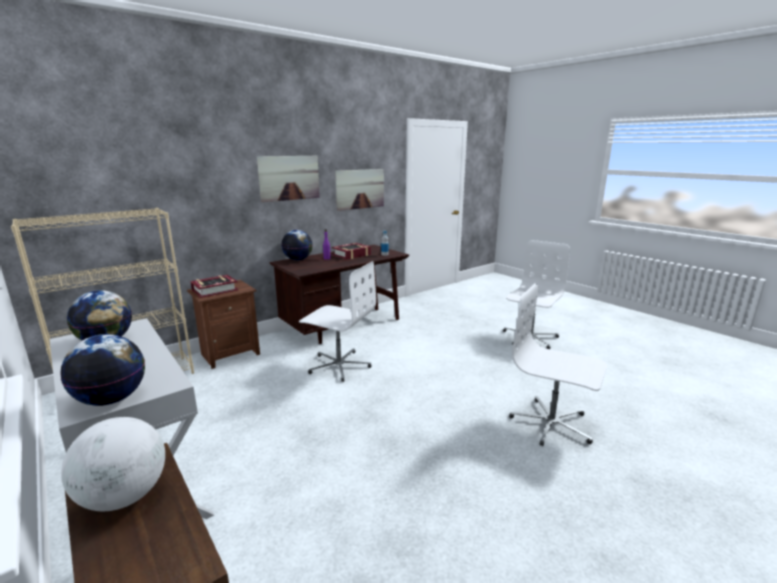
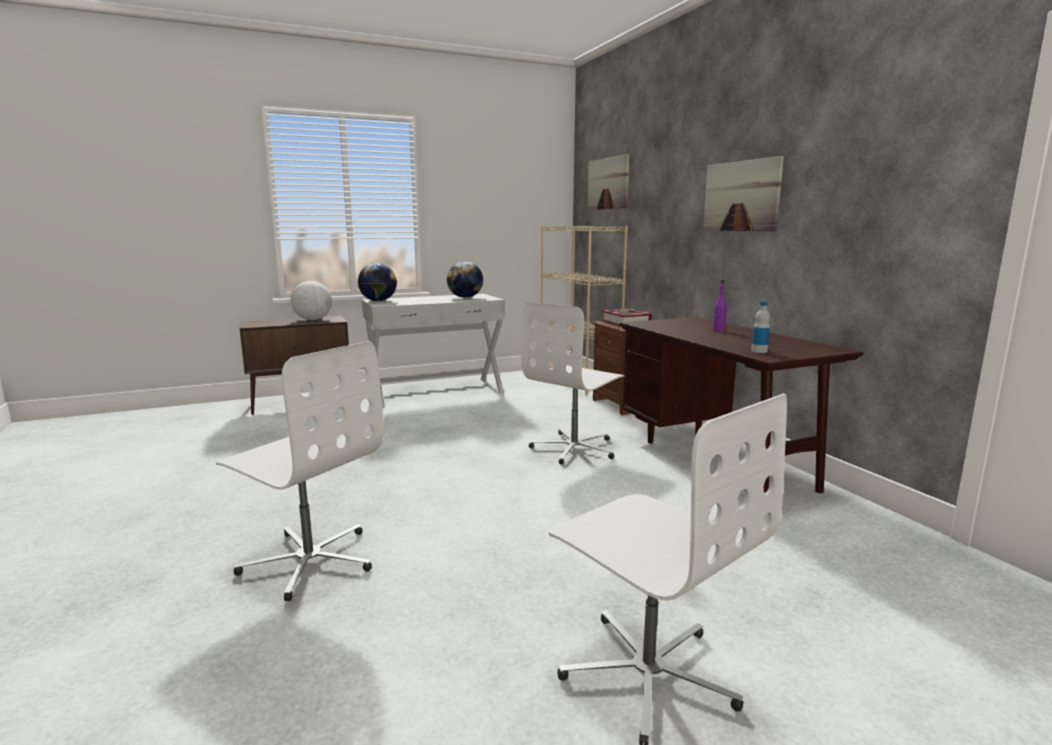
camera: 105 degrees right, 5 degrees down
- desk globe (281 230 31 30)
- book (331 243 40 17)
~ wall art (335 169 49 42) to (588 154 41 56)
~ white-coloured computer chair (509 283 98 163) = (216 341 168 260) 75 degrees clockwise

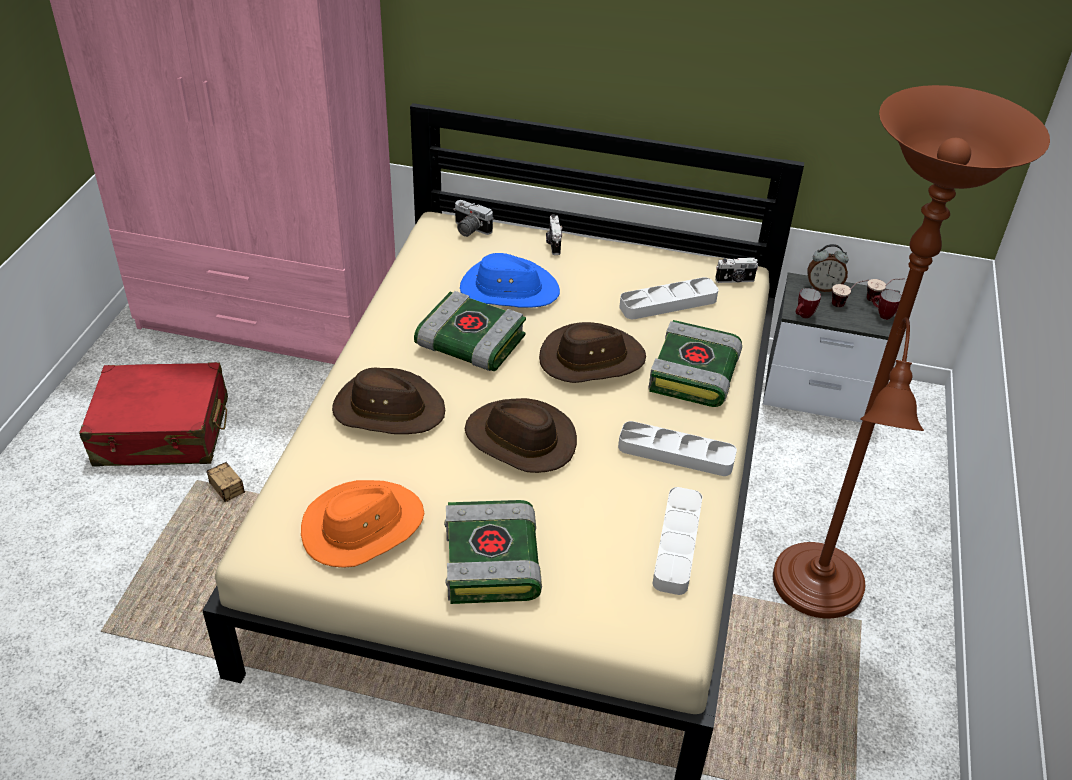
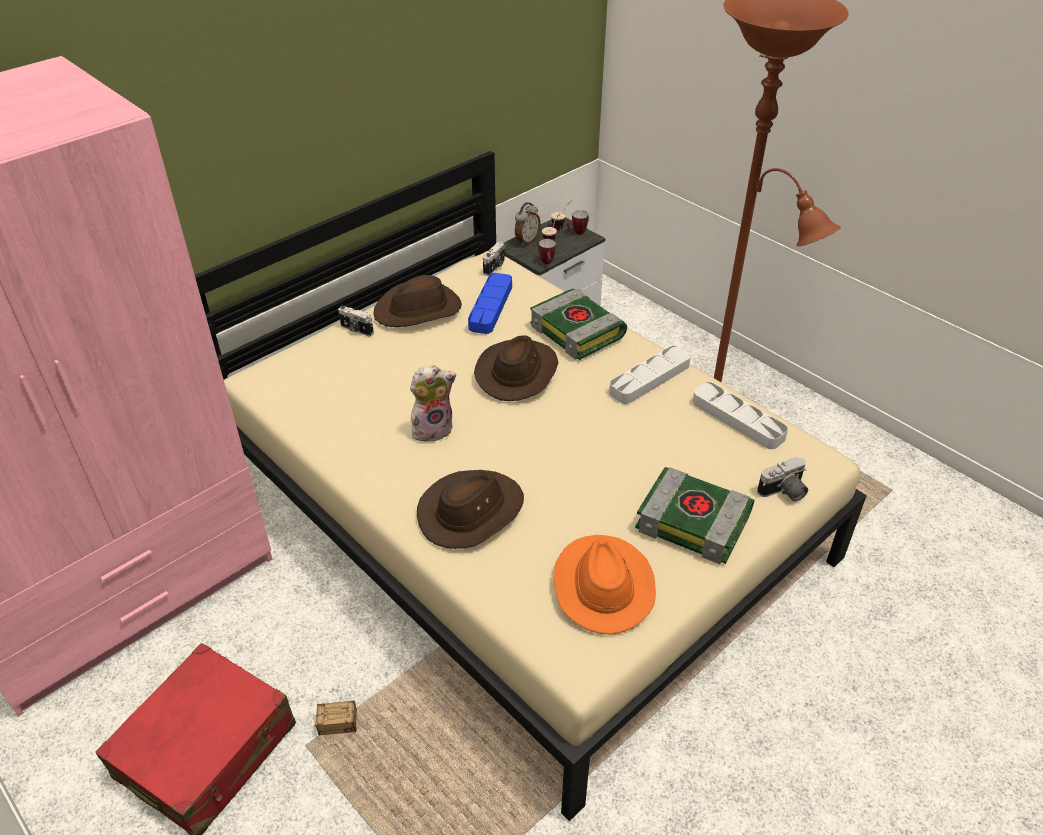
camera: 55 degrees left, 0 degrees up
- blue-coloured clothing hat (460 253 100 55)
~ photo camera (453 200 40 37) to (757 456 51 46)
~ brown-coloured clothing hat (464 398 113 75) to (373 275 89 52)
~ book (414 291 112 80) to plush toy (410 365 46 77)
~ greyish tray (619 277 99 42) to blue-coloured tray (468 273 44 61)

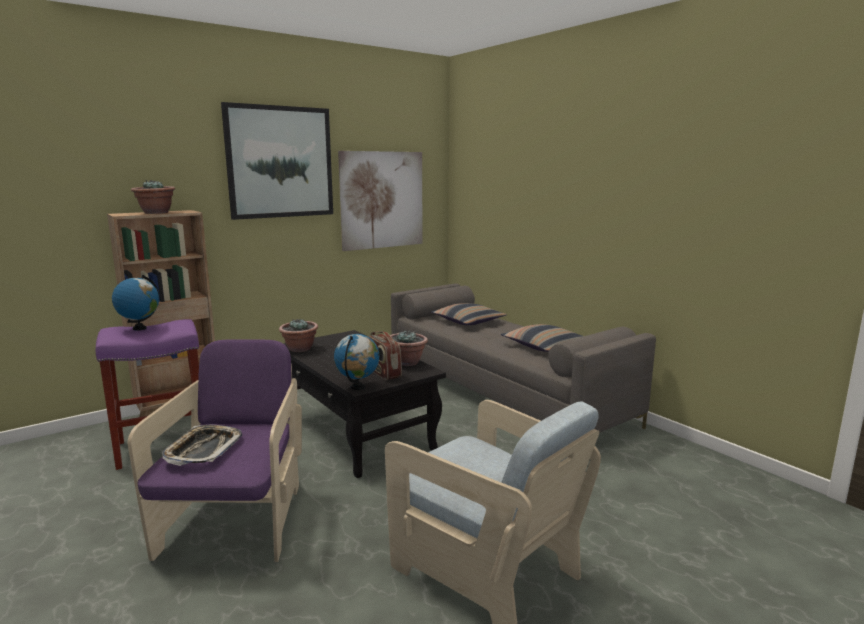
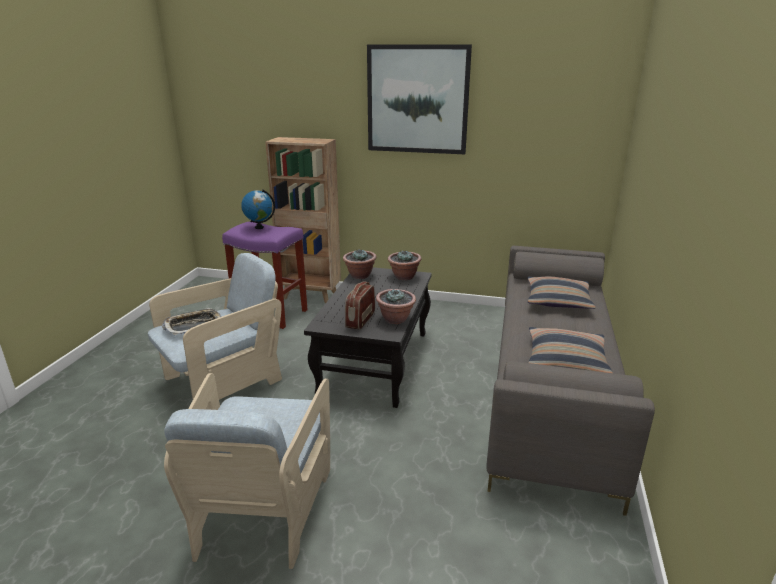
camera: 50 degrees right, 10 degrees up
- desk globe (334 334 46 56)
- wall art (338 151 85 100)
~ potted plant (131 180 44 34) to (388 250 34 30)
~ purple armchair (128 339 174 223) to beige armchair (148 253 134 157)

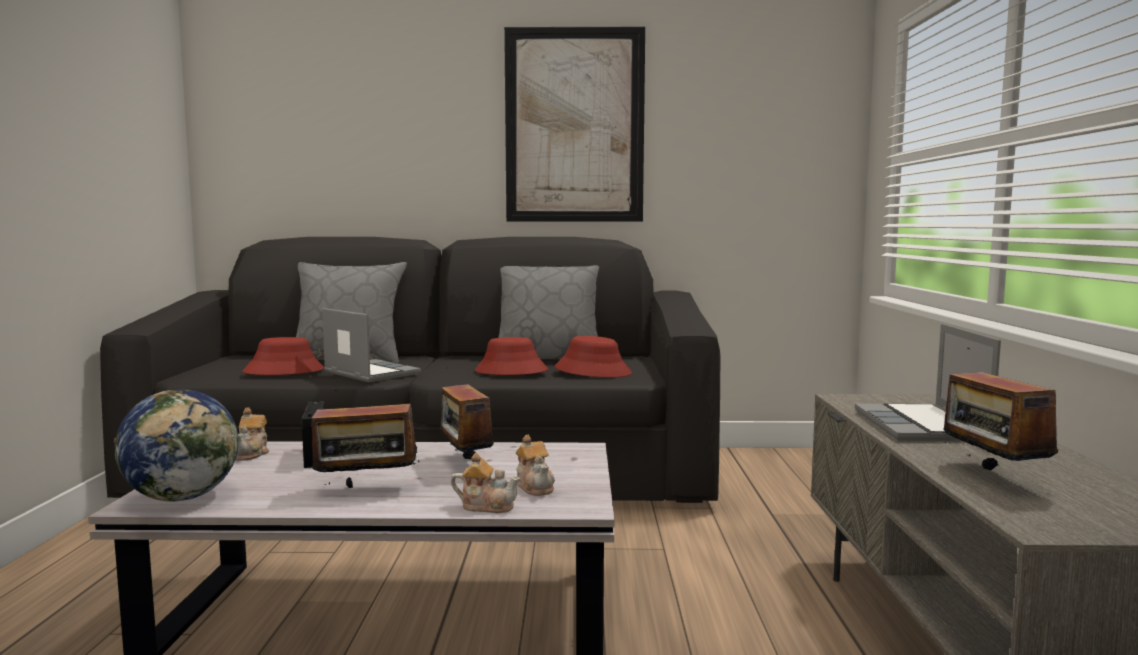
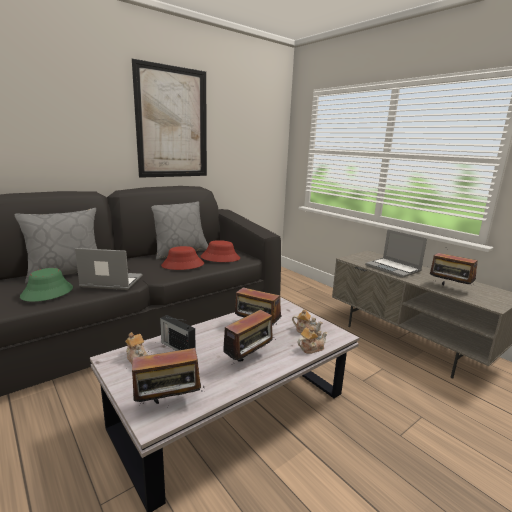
camera: 40 degrees left, 10 degrees up
~ desk globe (114 389 125 112) to radio (126 348 78 56)
~ reddish clothing hat (242 337 82 38) to green clothing hat (20 268 53 34)

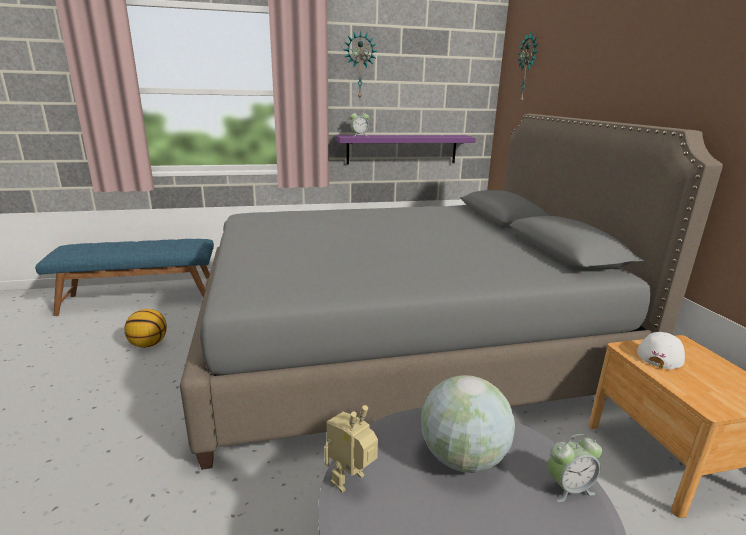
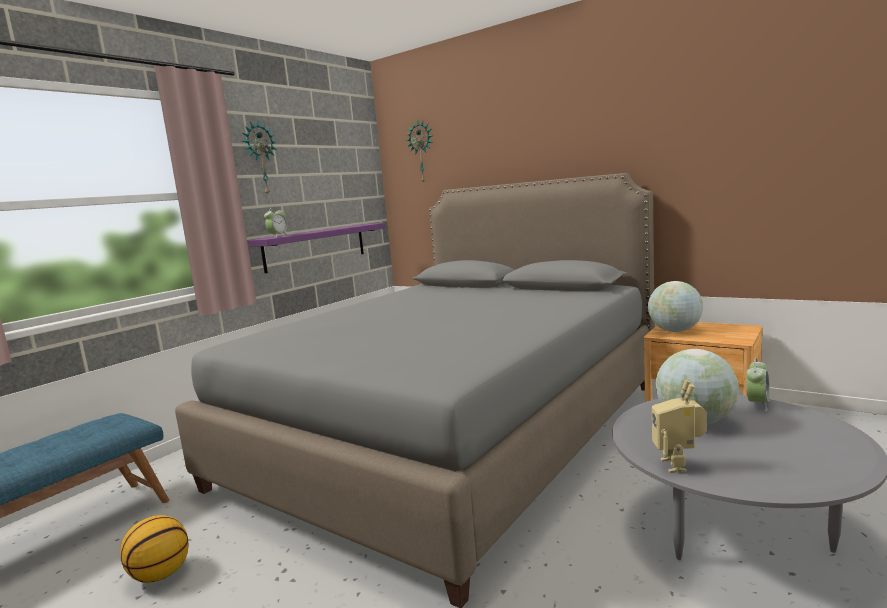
camera: 40 degrees left, 10 degrees down
~ white-coloured baseball cap (637 332 48 38) to desk globe (648 281 55 51)

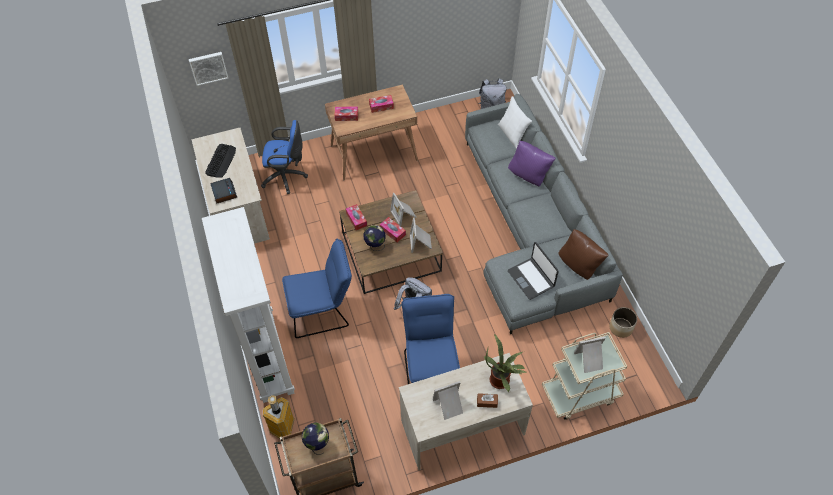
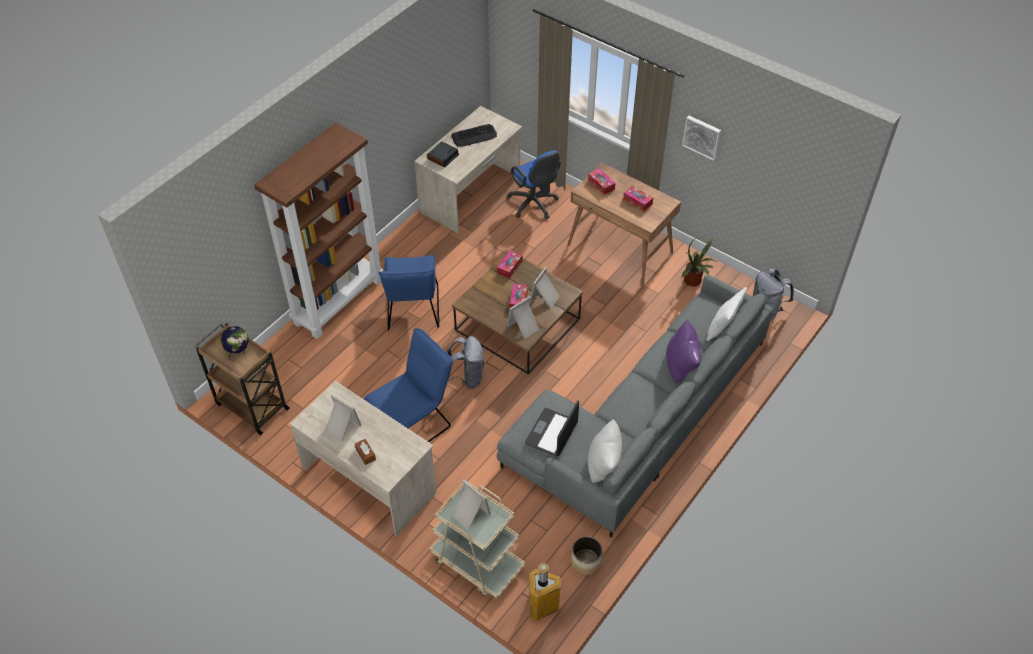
camera: 55 degrees right, 5 degrees down
- desk globe (364 225 22 26)
~ wall art (189 52 39 34) to (682 116 39 45)
~ waste bin (263 395 32 44) to (529 563 32 58)
~ potted plant (484 334 44 59) to (681 237 36 50)
~ white-coloured shelving unit (202 207 93 196) to brown-coloured shelving unit (254 123 129 216)
~ brown-coloured throw pillow (558 229 51 51) to white-coloured throw pillow (588 419 34 64)
~ blue-coloured plain chair (282 239 70 99) = (379 255 61 75) 45 degrees clockwise

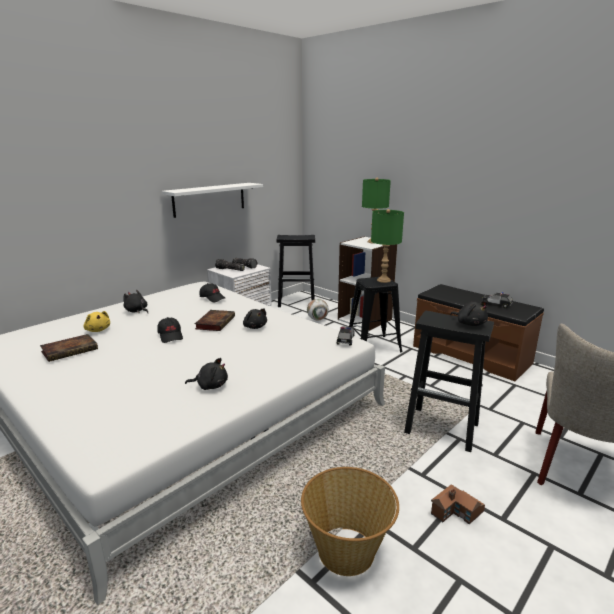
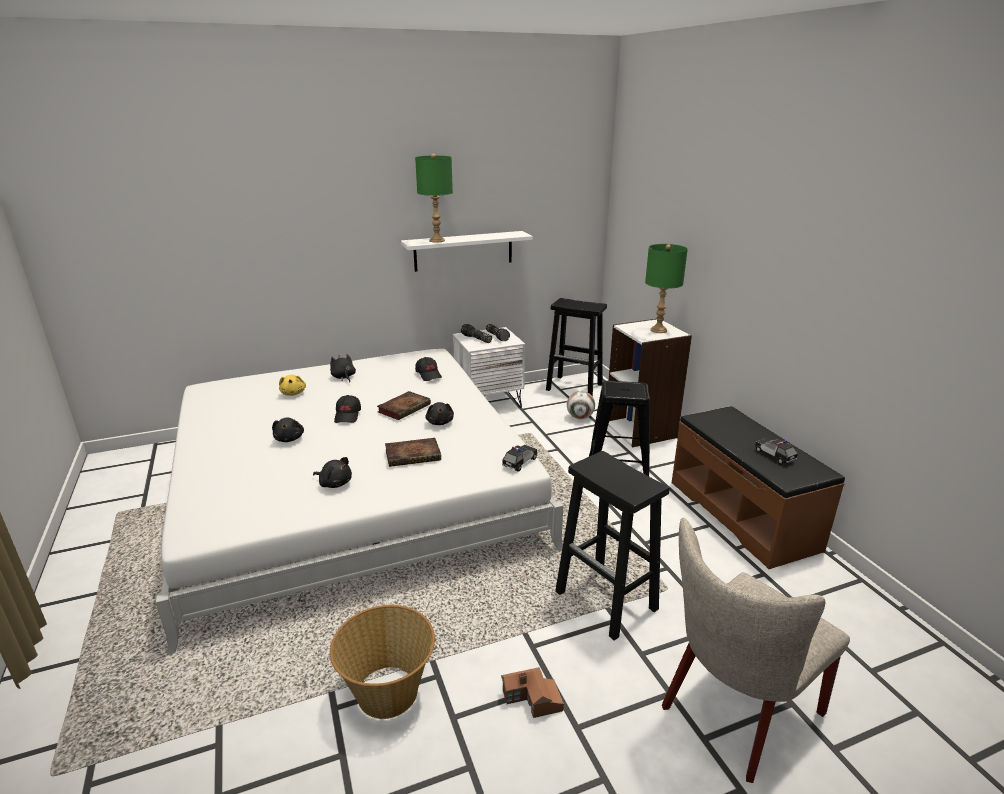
camera: 25 degrees right, 5 degrees up
~ book (40 334 58 28) to (385 438 56 29)
~ green tabletop lamp (371 209 33 74) to (415 154 38 89)
~ black-coloured plush toy (450 301 38 25) to (272 418 32 24)

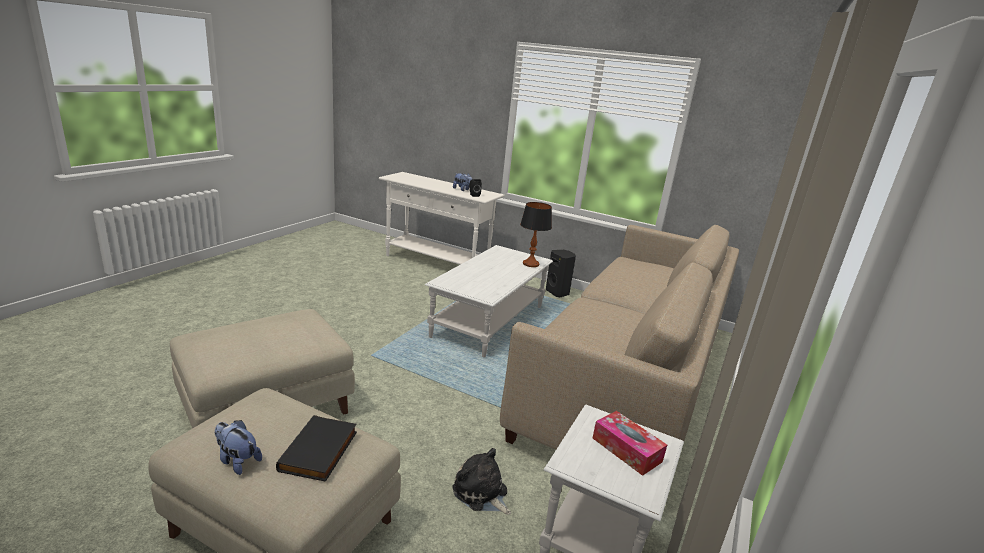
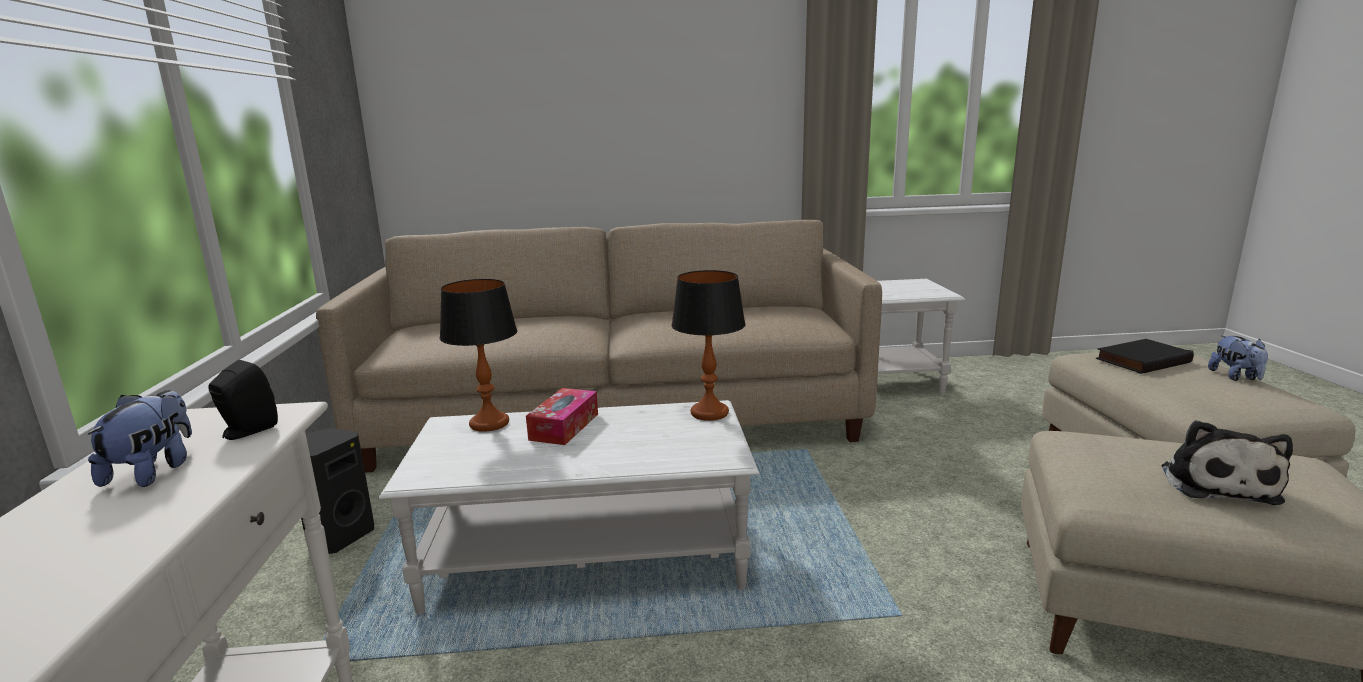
camera: 120 degrees left, 5 degrees down
+ tabletop lamp (671 270 75 151)
~ plush toy (452 448 59 67) to (1161 420 132 85)
~ box of tissues (593 411 74 65) to (526 388 72 57)

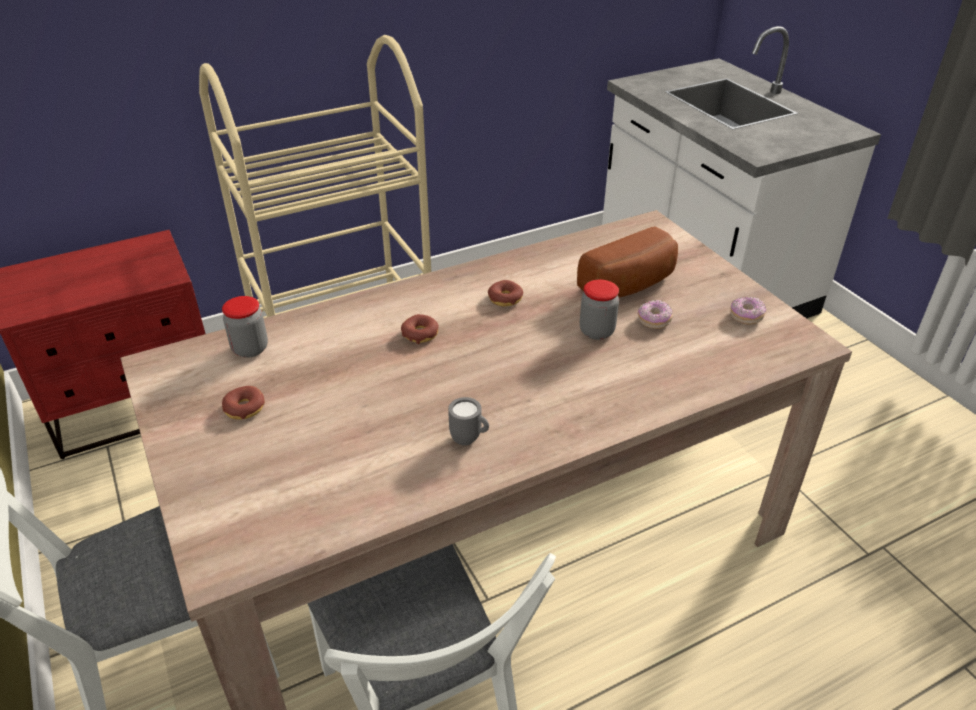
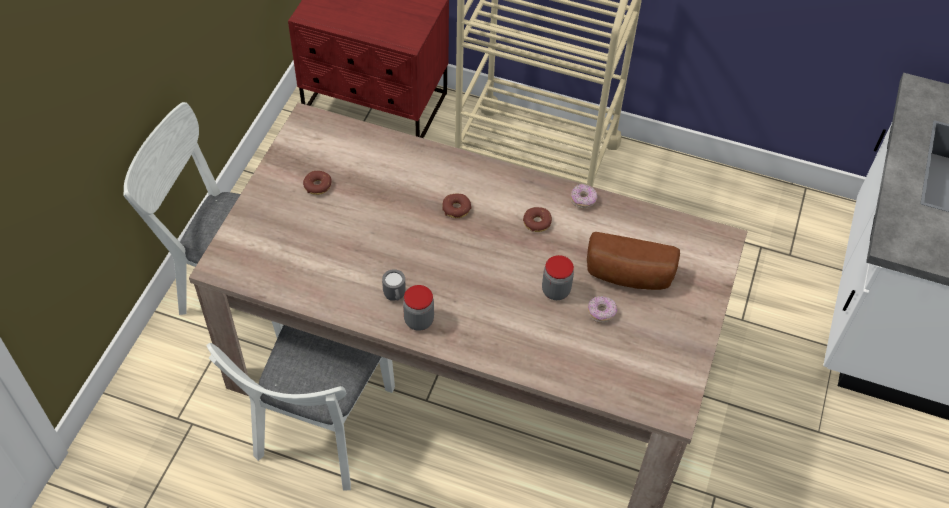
camera: 45 degrees right, 15 degrees up
~ jar (222 296 46 62) to (403 285 31 46)
~ donut (730 297 36 28) to (571 184 26 24)

